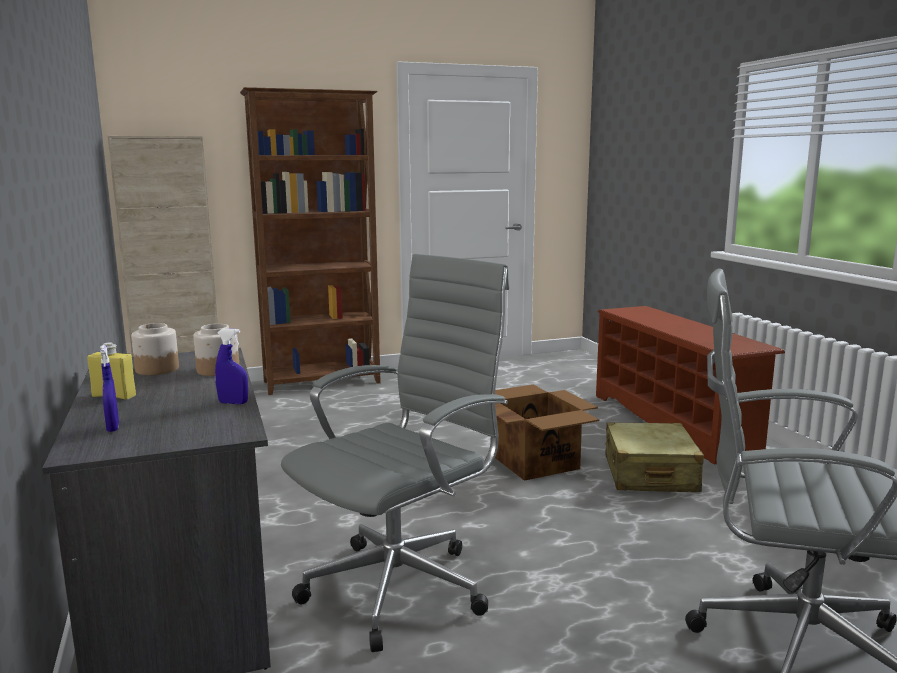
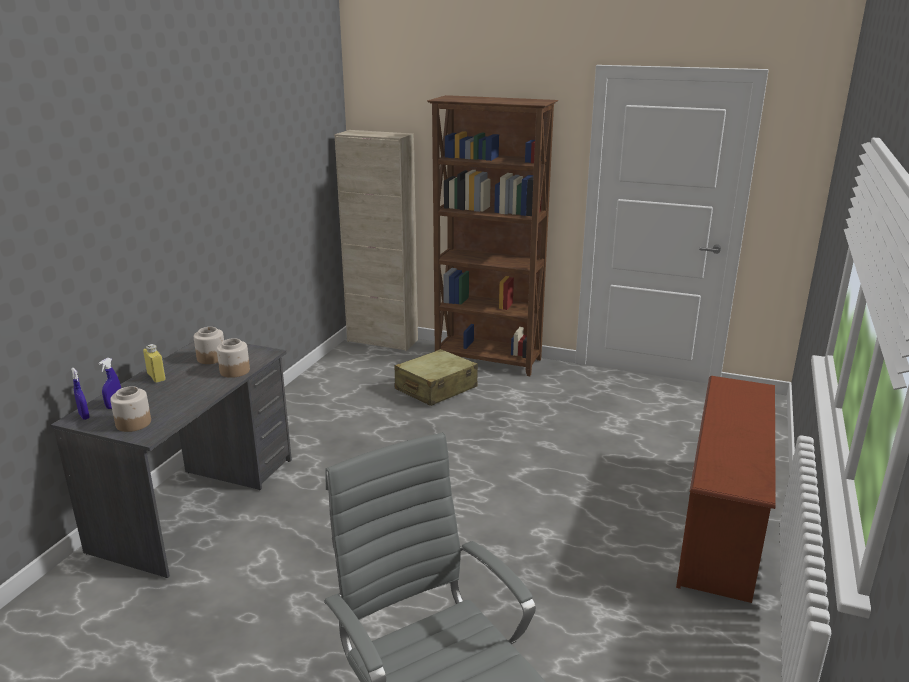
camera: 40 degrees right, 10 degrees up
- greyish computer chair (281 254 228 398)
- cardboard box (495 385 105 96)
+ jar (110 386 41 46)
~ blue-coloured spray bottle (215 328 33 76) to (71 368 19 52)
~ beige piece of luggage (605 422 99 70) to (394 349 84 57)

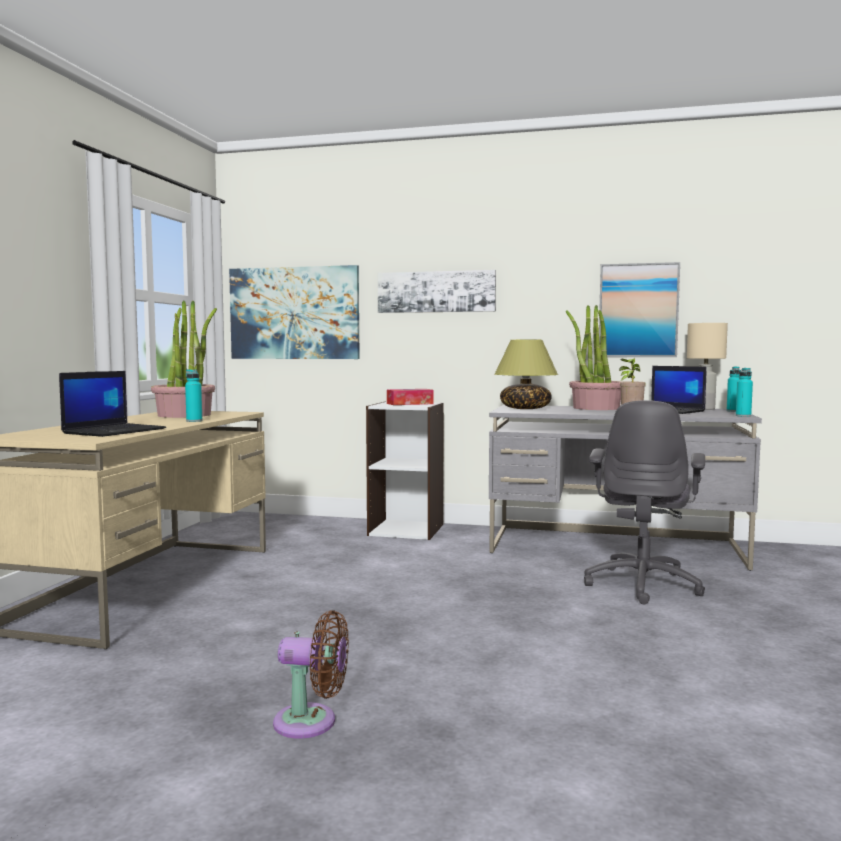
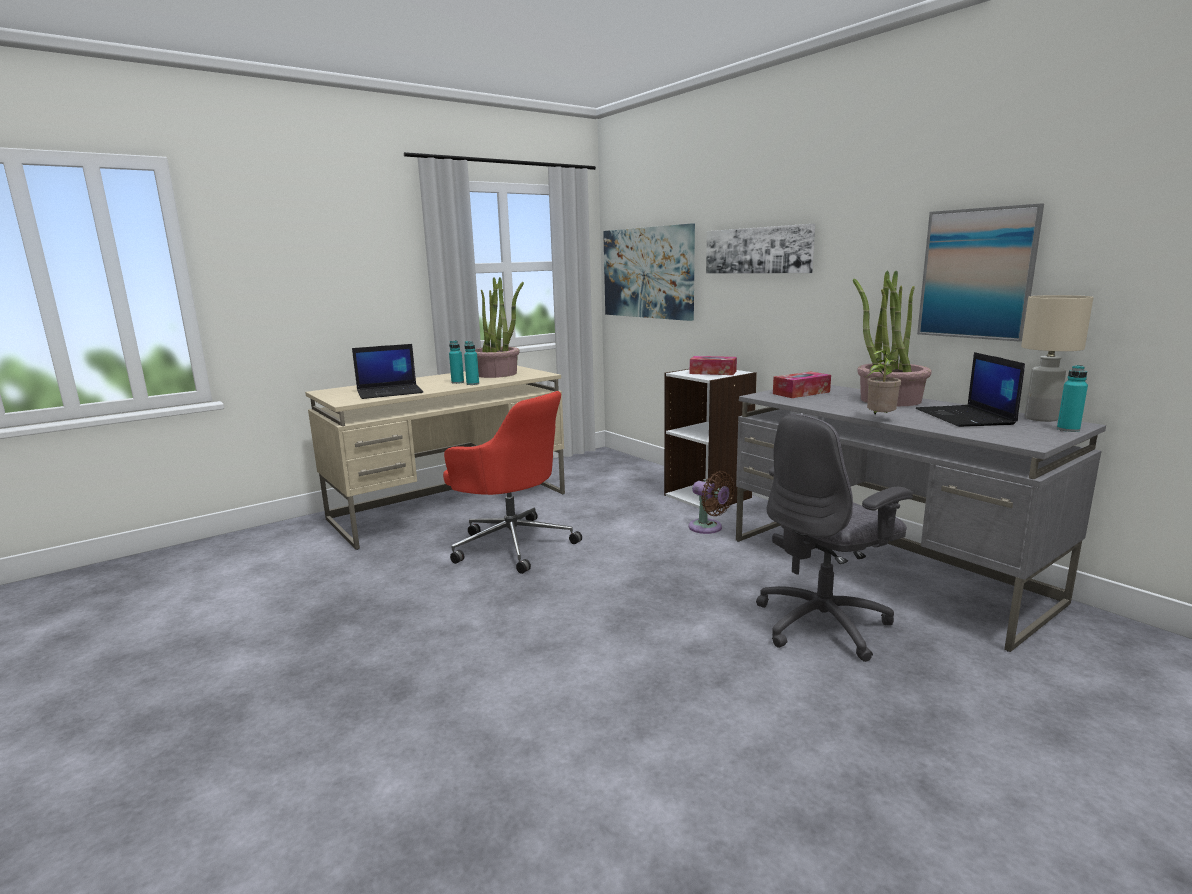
camera: 40 degrees right, 10 degrees up
+ reddish computer chair (443 391 139 183)
~ brown-coloured fan (273 610 76 129) to (688 471 47 63)
~ turquoise beverage bottle (736 368 17 49) to (449 340 15 44)
~ tabletop lamp (495 340 63 69) to box of tissues (773 372 58 26)

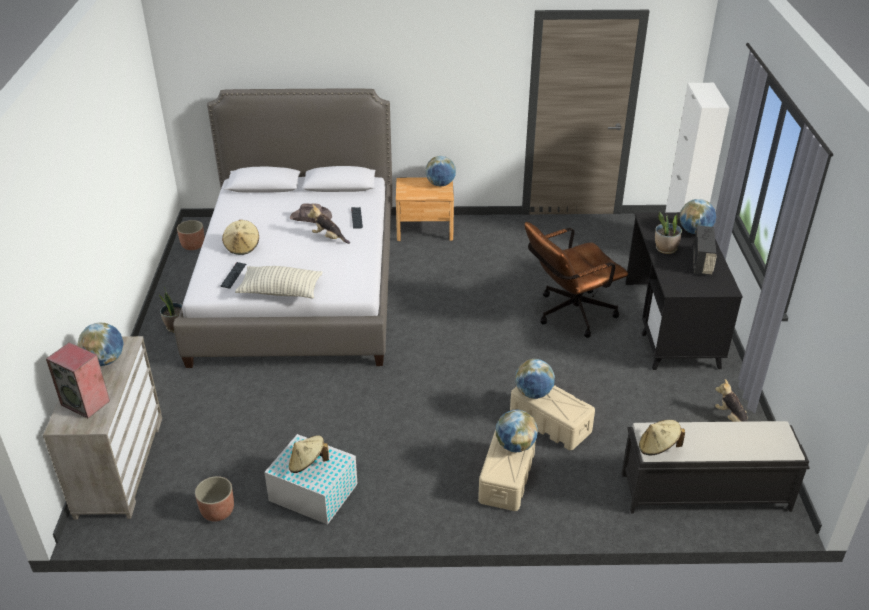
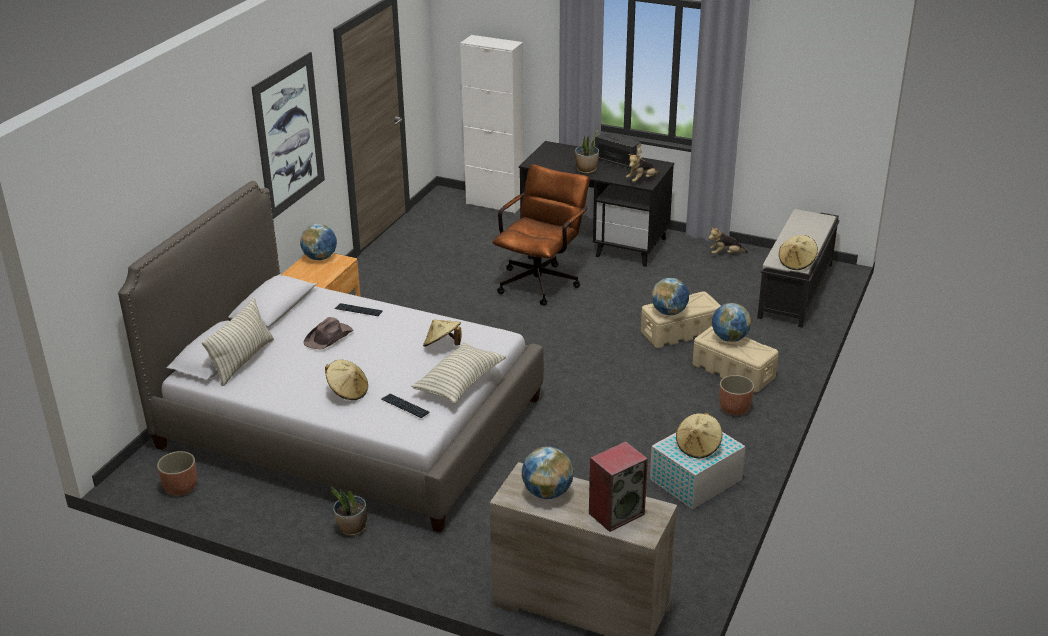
camera: 65 degrees left, 5 degrees down
- desk globe (680 199 36 35)
+ throw pillow (202 298 72 88)
+ wall art (251 52 74 167)
+ beige clothing hat (423 319 39 28)
~ planter (195 476 39 45) to (719 375 35 40)
~ plush toy (307 204 43 40) to (626 154 34 28)
~ brown-coloured computer chair (525 222 103 116) = (493 164 97 142) 150 degrees counterclockwise

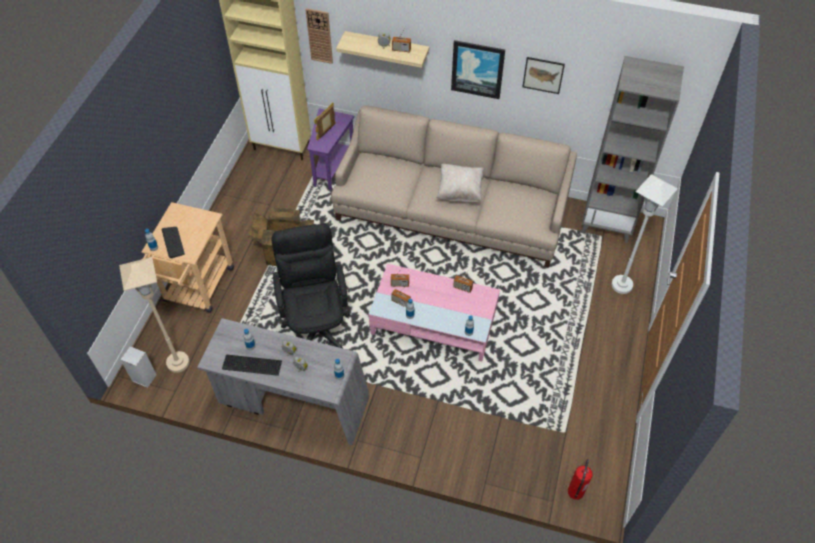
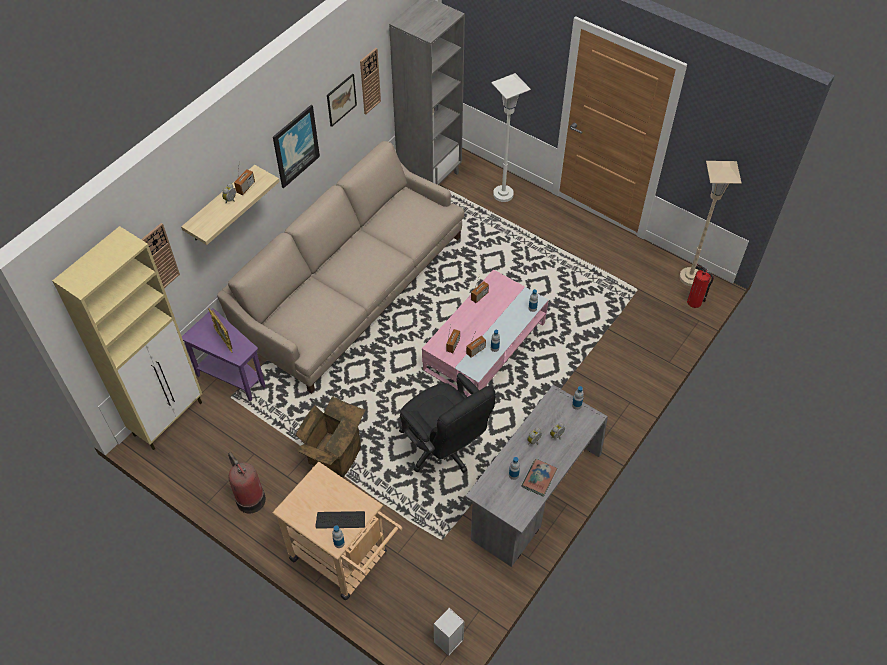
camera: 70 degrees left, 0 degrees up
- beige throw pillow (436 164 48 39)
+ fire extinguisher (228 452 38 62)
+ clock on the wall (360 48 21 66)
~ beige standing lamp (119 257 70 116) to (679 161 63 125)
~ PC keyboard (222 354 60 22) to book (521 459 37 38)
~ black-coloured computer chair (271 223 79 126) = (399 373 97 100) 135 degrees counterclockwise

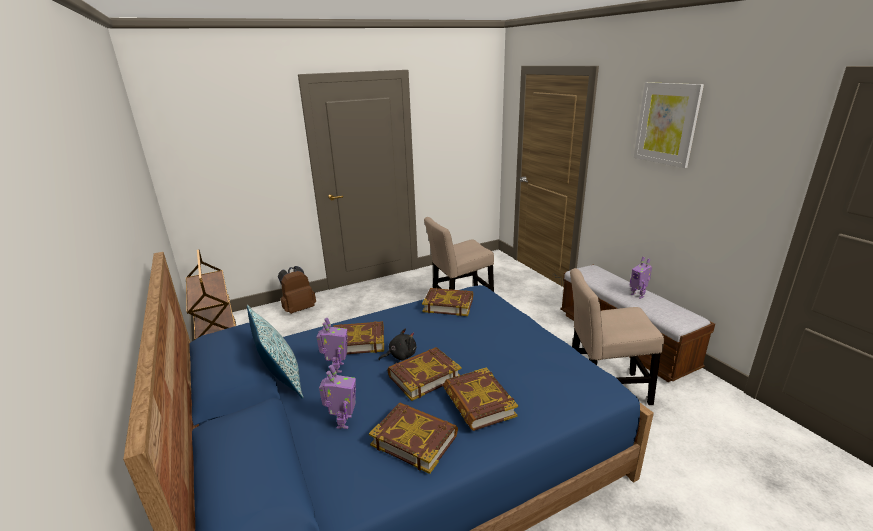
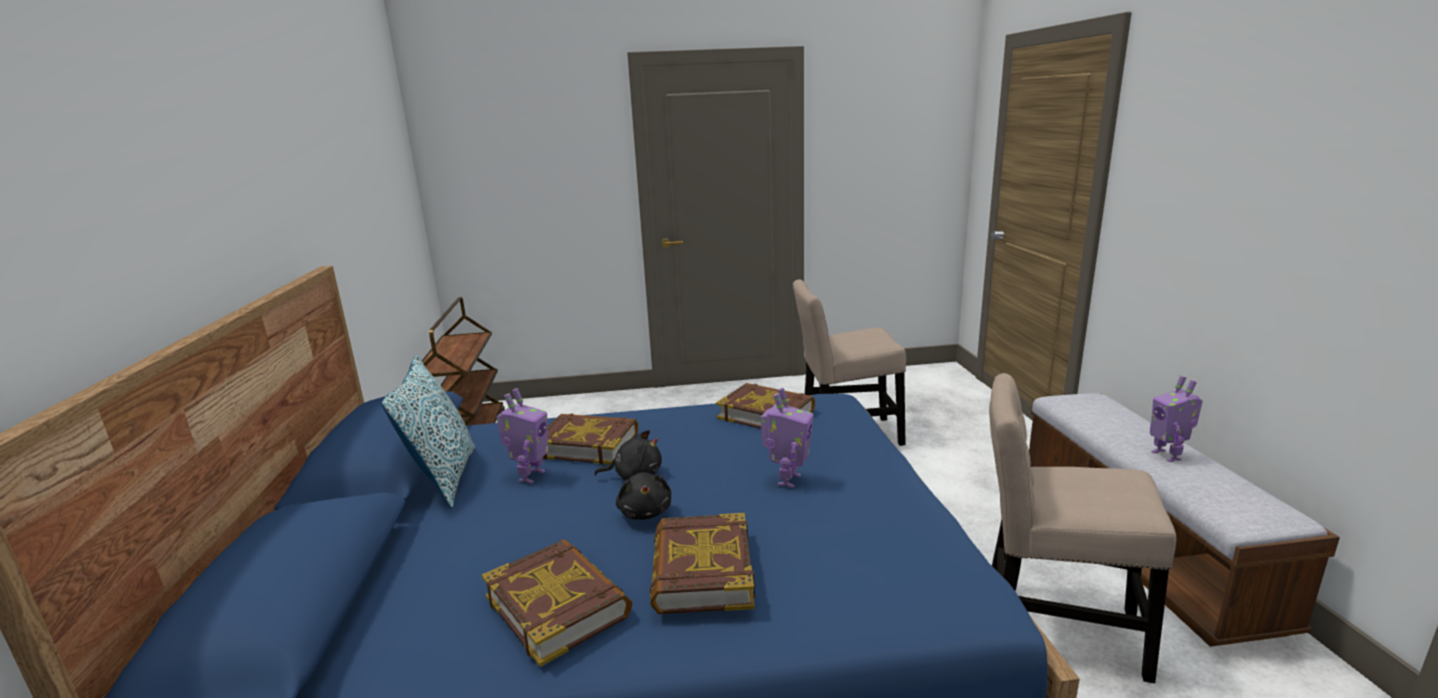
camera: 20 degrees right, 5 degrees down
- brown-coloured backpack (278 266 38 48)
- wall art (634 82 70 86)
~ toy robot (319 365 37 64) to (761 388 53 100)
~ book (387 347 74 54) to black-coloured plush toy (616 472 55 48)

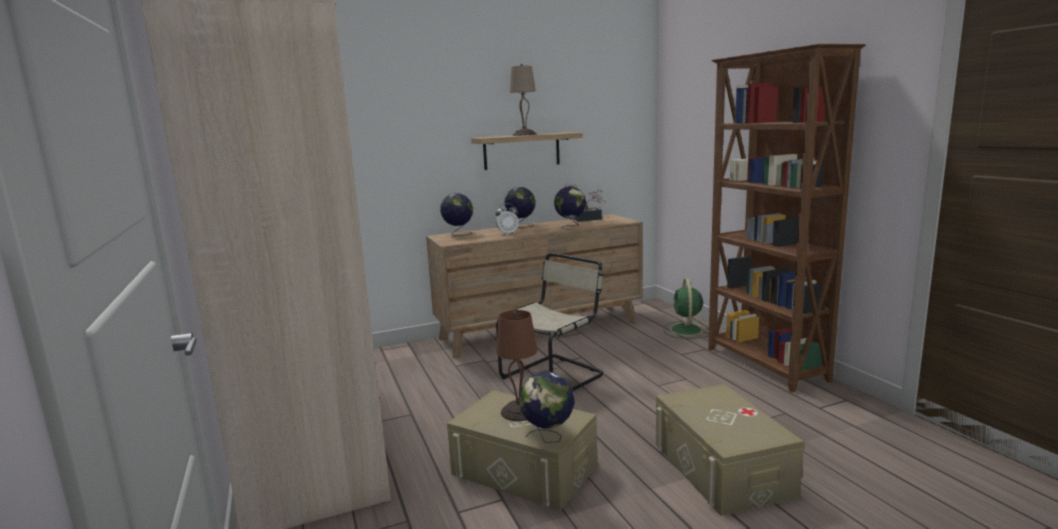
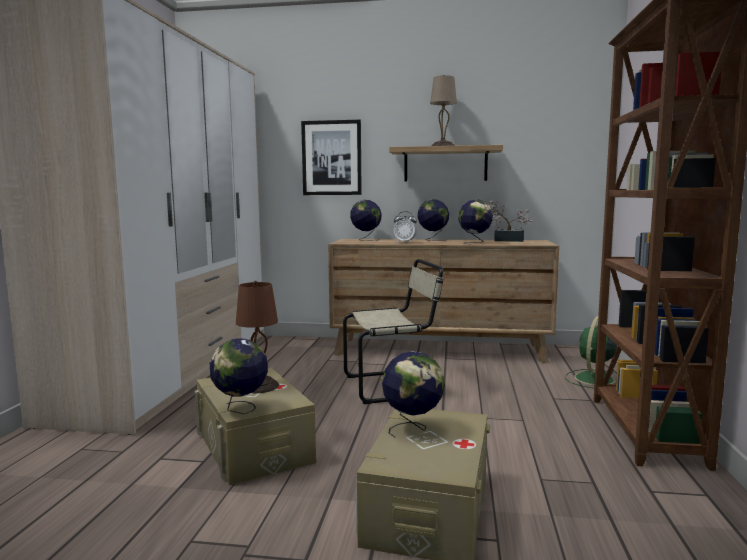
camera: 30 degrees right, 5 degrees down
+ wall art (301 120 61 75)
+ desk globe (382 351 63 86)

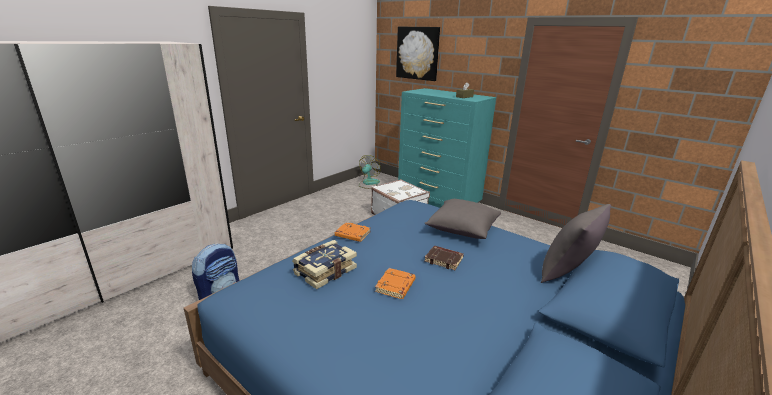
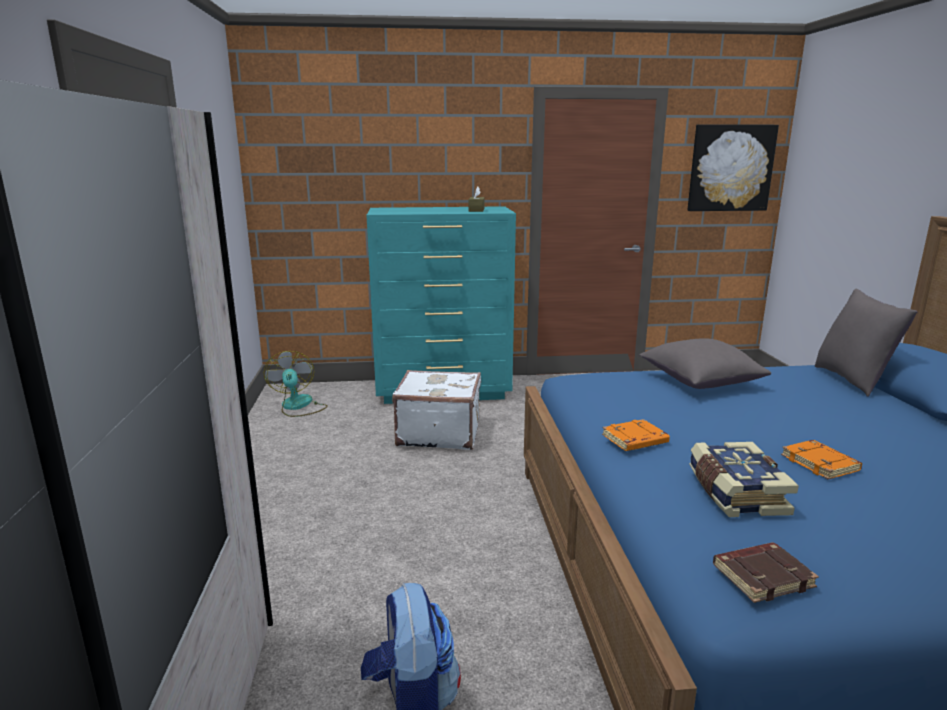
camera: 45 degrees left, 5 degrees down
~ wall art (396 27 44 54) to (687 124 92 87)
~ brown-coloured book (425 246 39 24) to (713 542 106 61)

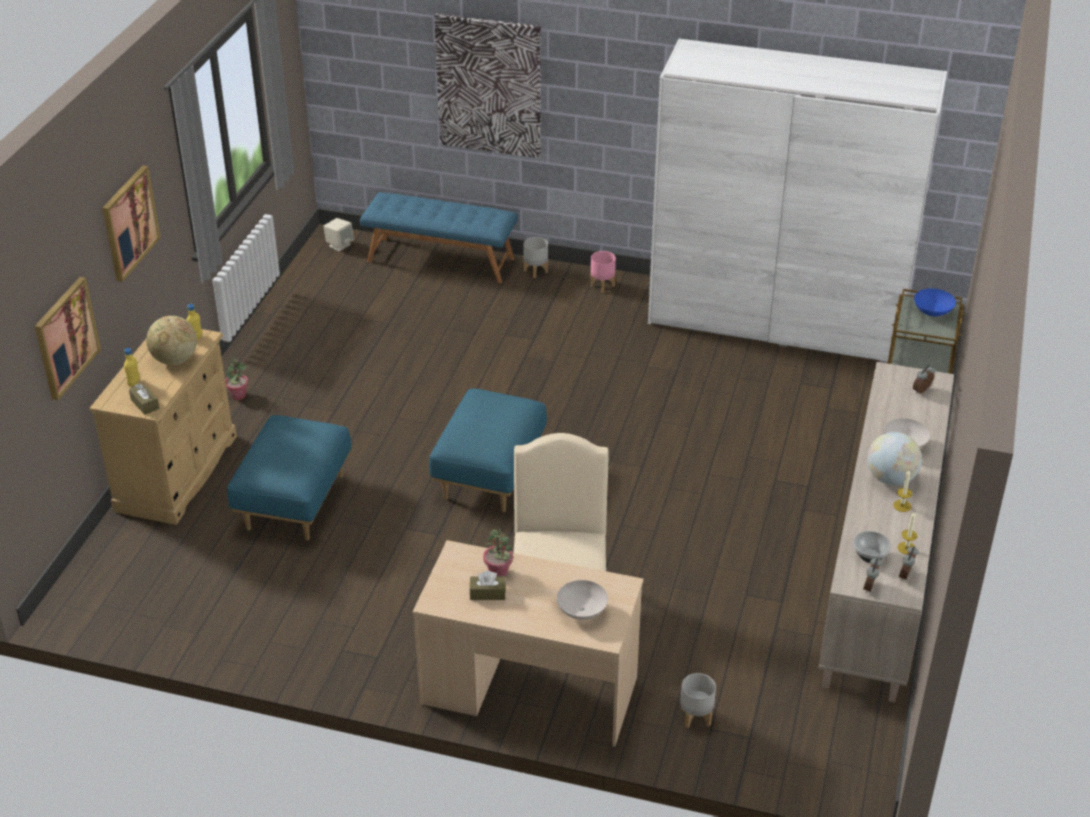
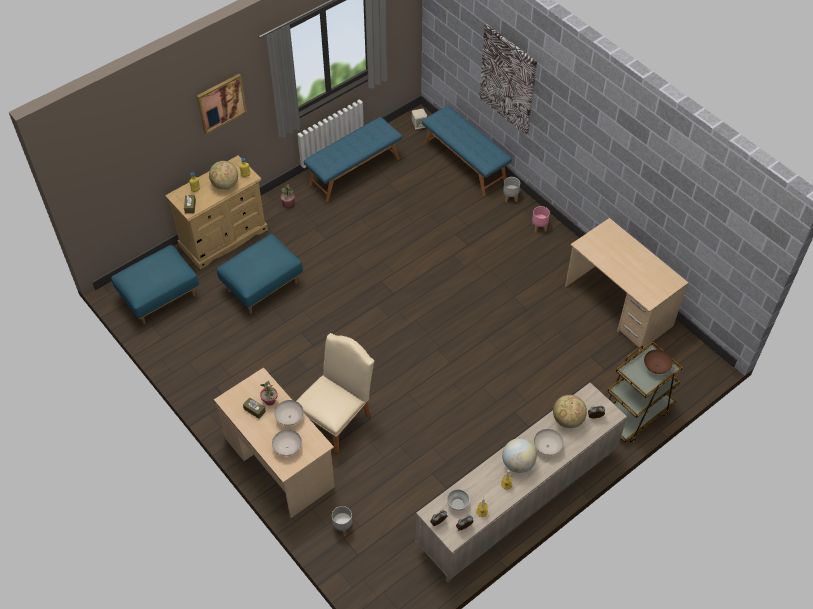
camera: 35 degrees right, 15 degrees up
- wall art (35 277 66 123)
+ white-coloured serving bowl (274 400 30 26)
+ blue-coloured long seat (304 117 98 85)
+ desk globe (553 395 34 33)
~ blue-coloured pouffe (429 389 118 123) to (111 245 88 79)
~ white-coloured armoire (648 39 299 324) to beige desk table (565 218 124 133)
~ blue-coloured serving bowl (914 288 42 28) to brown-coloured serving bowl (644 350 29 24)

